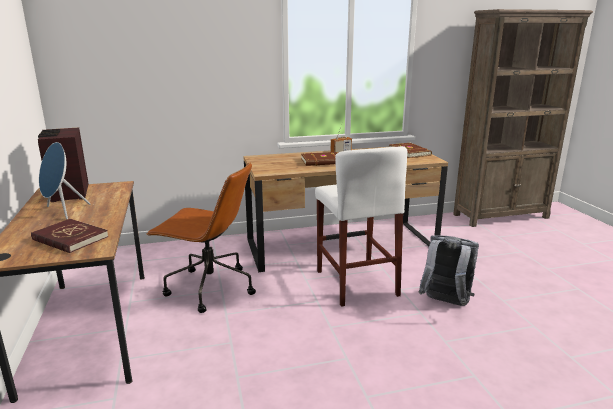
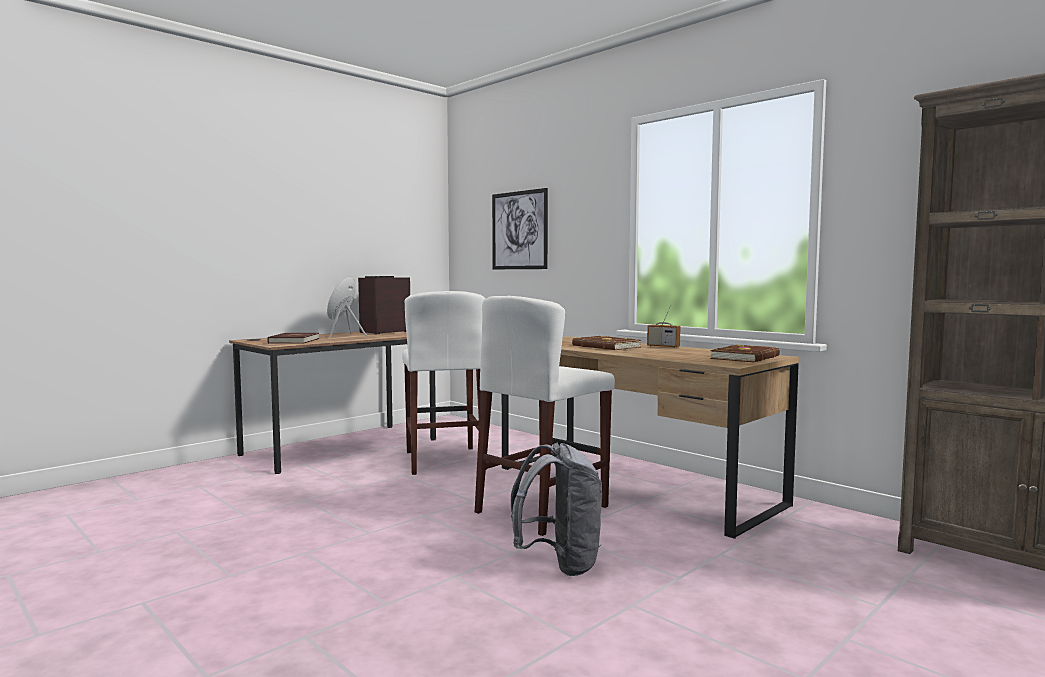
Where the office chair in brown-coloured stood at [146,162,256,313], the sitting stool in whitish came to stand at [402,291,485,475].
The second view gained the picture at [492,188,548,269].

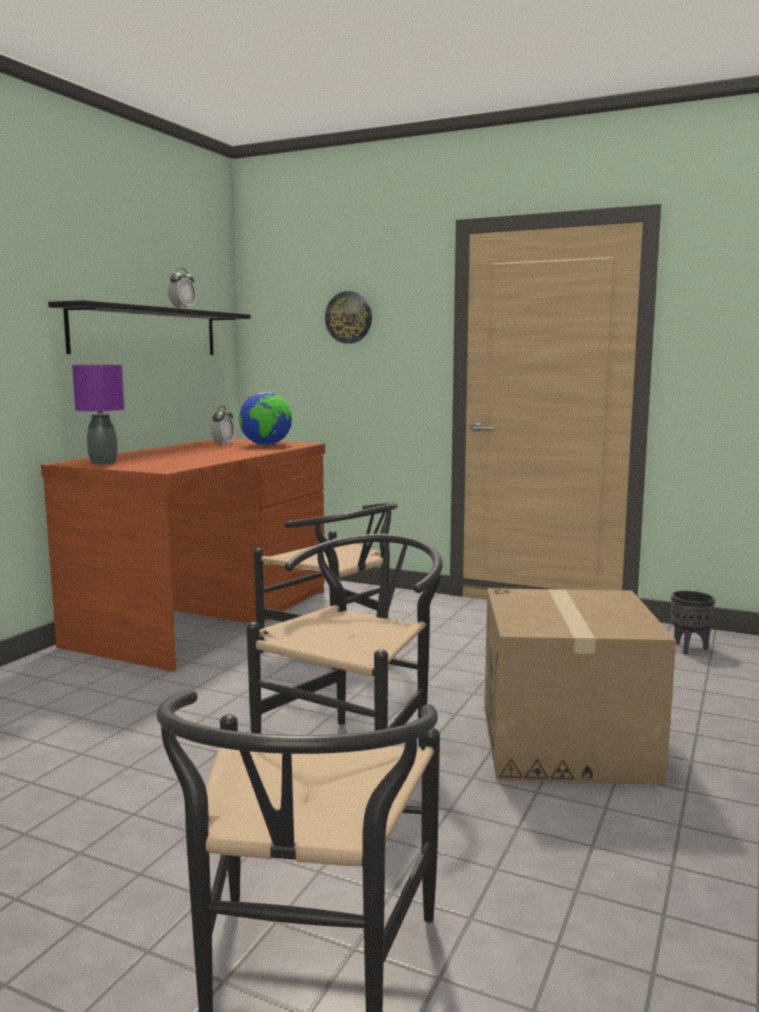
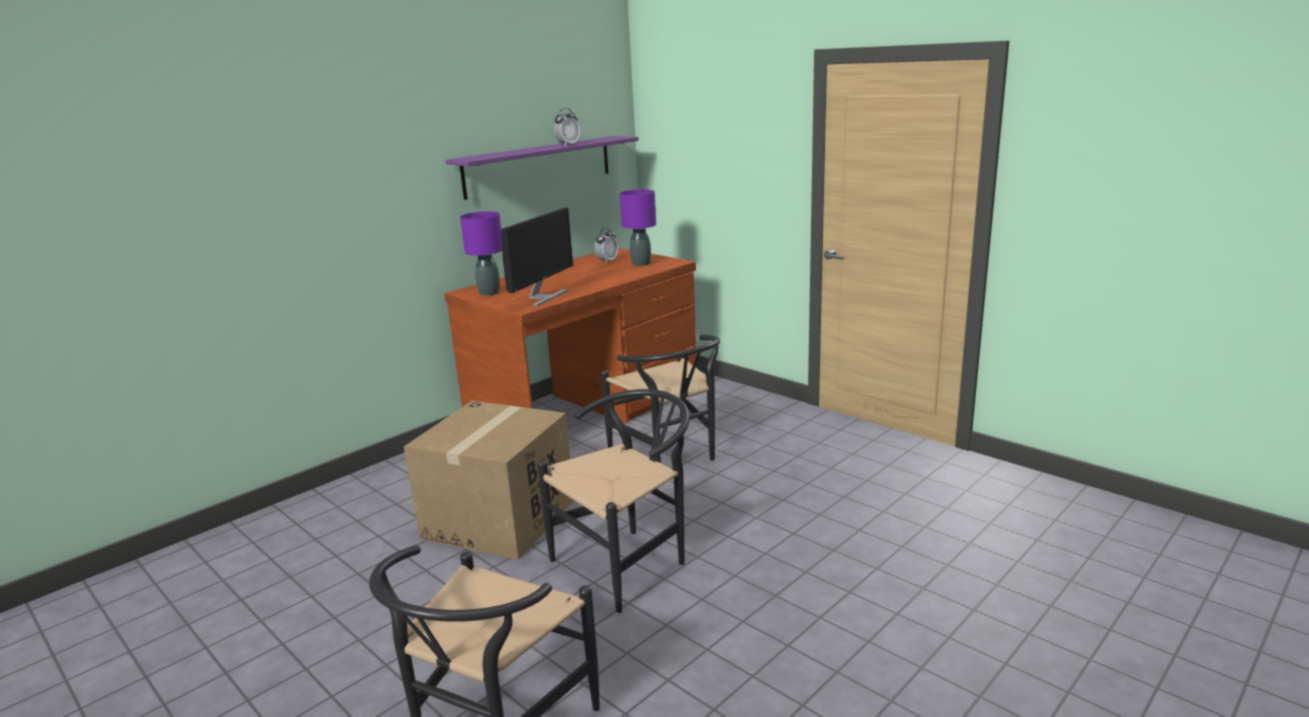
The cardboard box ended up elsewhere, having gone from [484,588,676,785] to [404,401,574,560].
What was the bracket shelf in black at [48,300,251,355] turned into the bracket shelf in purple-coloured at [445,136,639,200].
The second view gained the monitor at [501,208,573,306].
Where the world globe stood at [239,392,292,445], the lamp for a table in purple-coloured came to stand at [620,190,656,266].
The second view lost the wall clock at [325,291,372,344].
The second view lost the flower pot in black at [671,591,715,655].

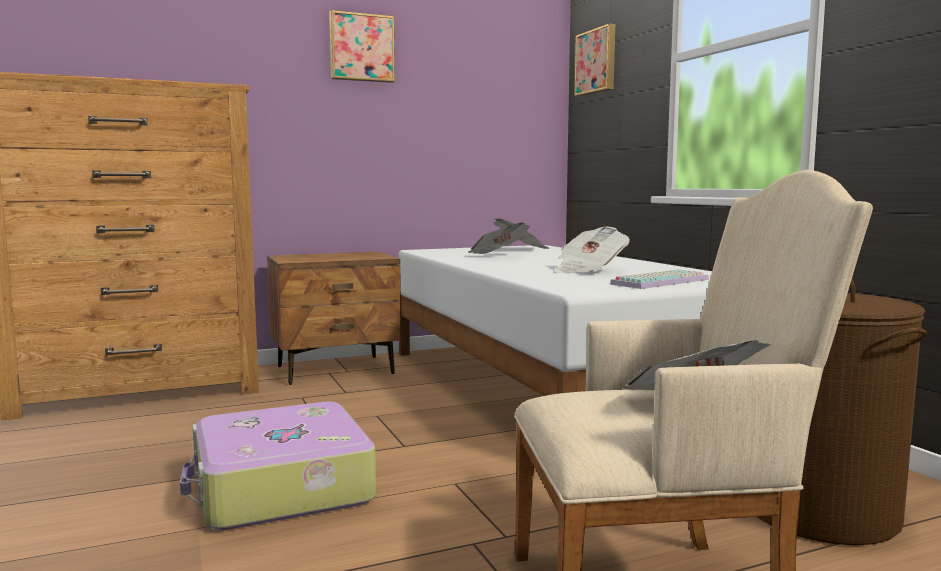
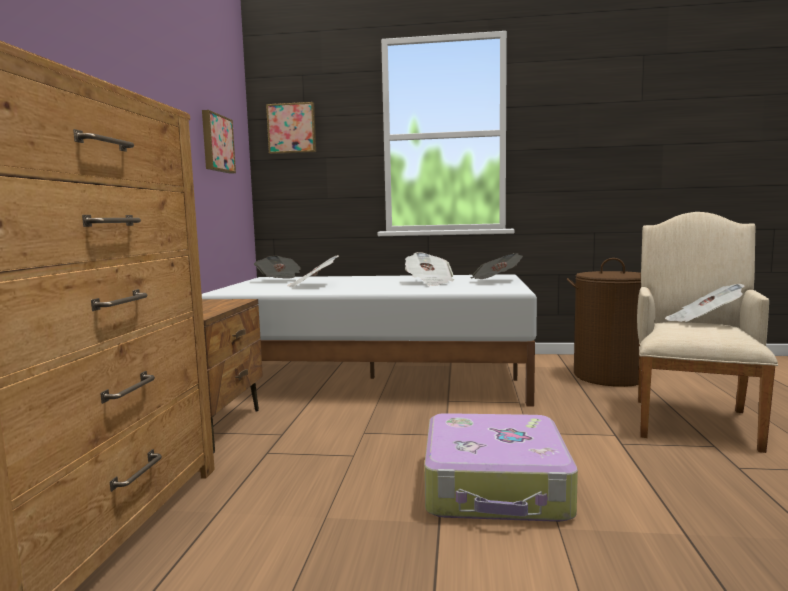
The picture ended up elsewhere, having gone from [329,10,395,83] to [202,110,236,174].
Where the keyboard stood at [610,269,709,289], the newspaper came to stand at [471,253,523,279].

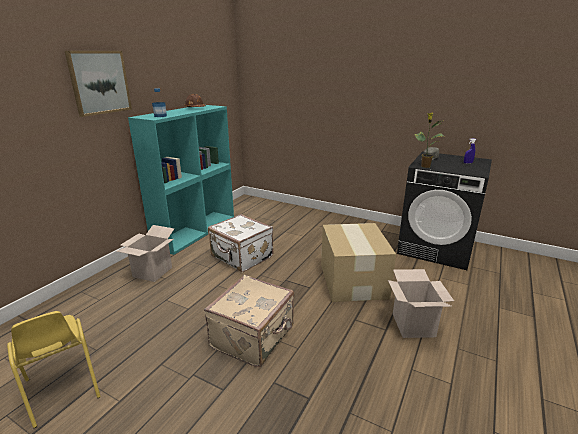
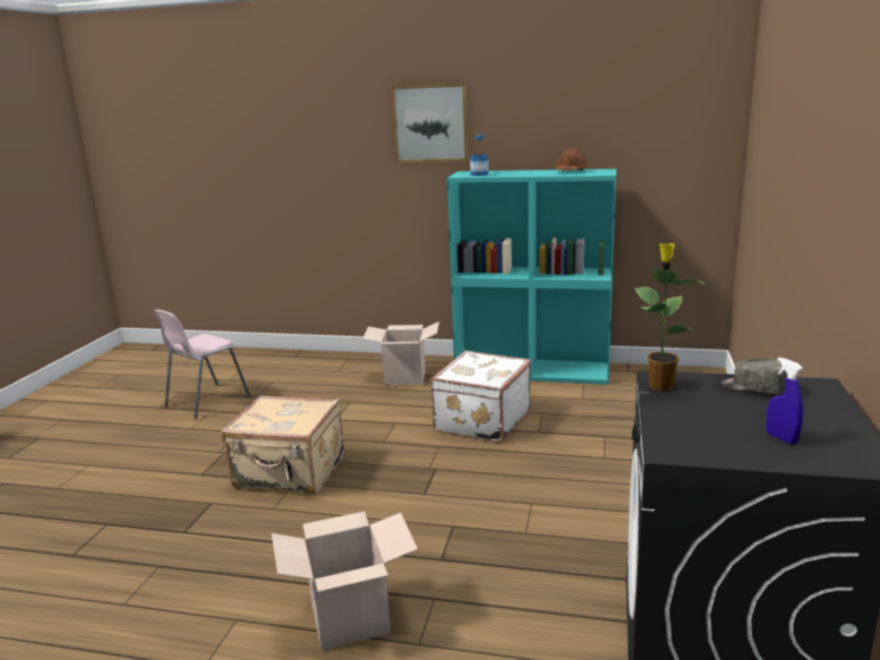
What was the plain chair in yellow-coloured at [7,311,101,428] turned into the plain chair in pink-coloured at [154,309,250,419].
The second view lost the cardboard box at [321,223,396,302].

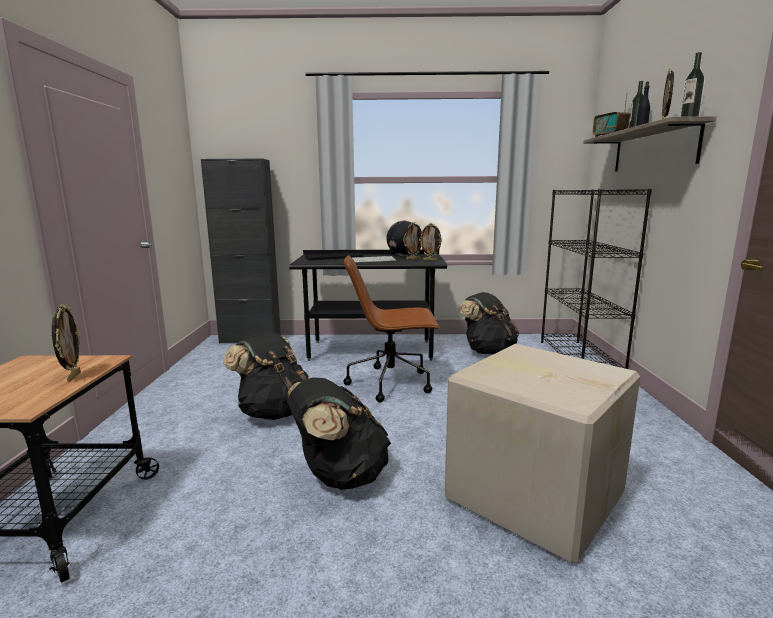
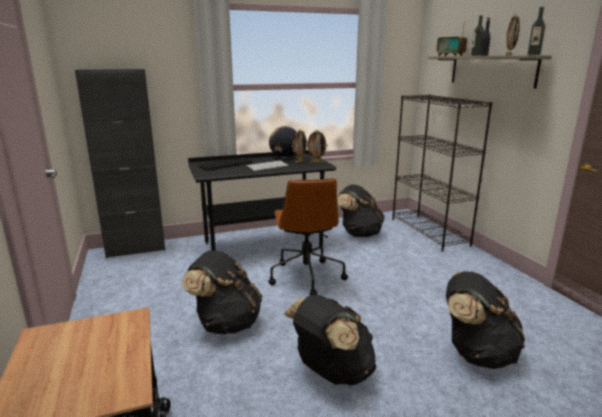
The office chair in brown-coloured at [343,255,440,402] ended up facing another way, 75 degrees counterclockwise from before.
Where the cardboard box stood at [445,344,640,564], the knapsack in black came to stand at [446,271,525,369].
The second view lost the picture frame at [52,304,81,382].

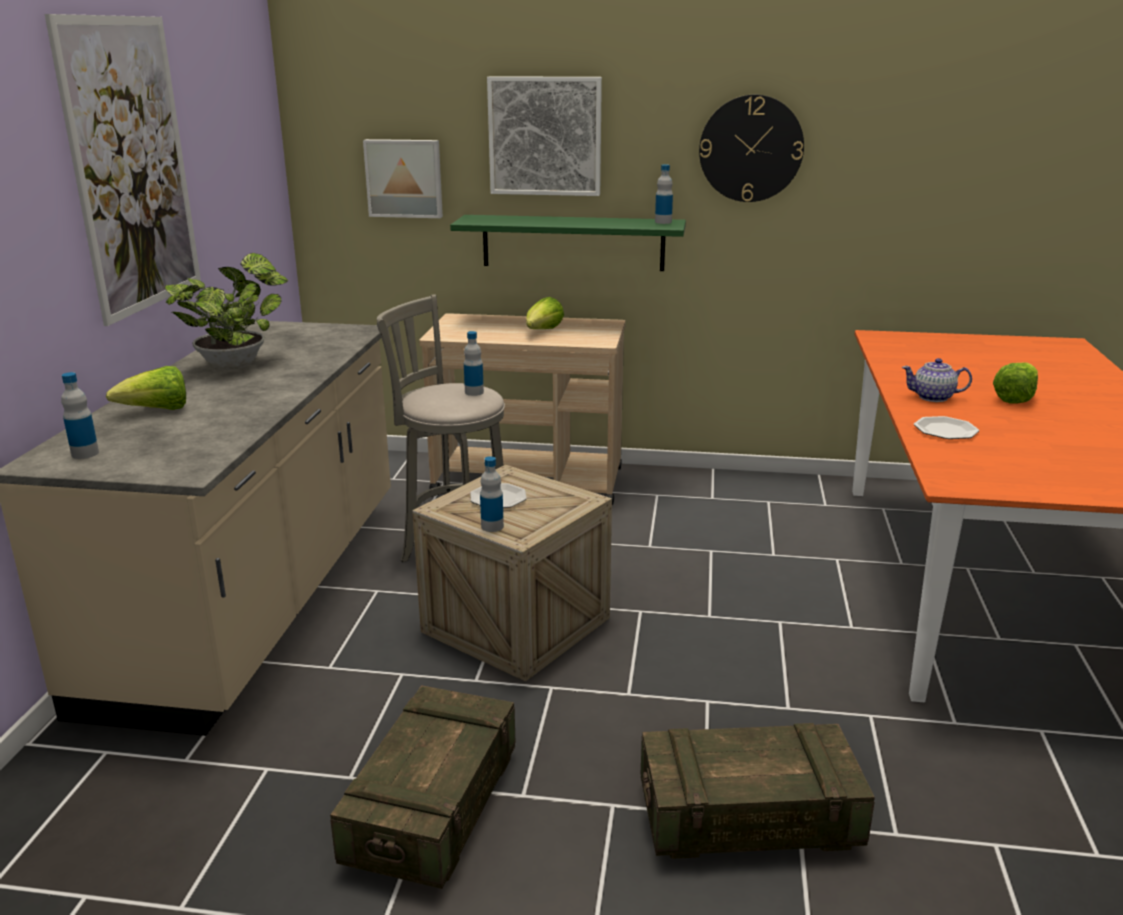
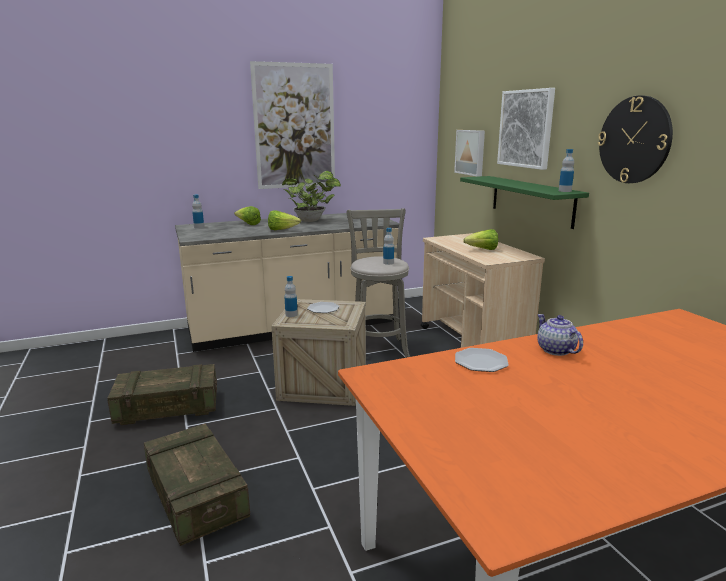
The lettuce head ended up elsewhere, having gone from [993,363,1038,404] to [268,210,301,230].

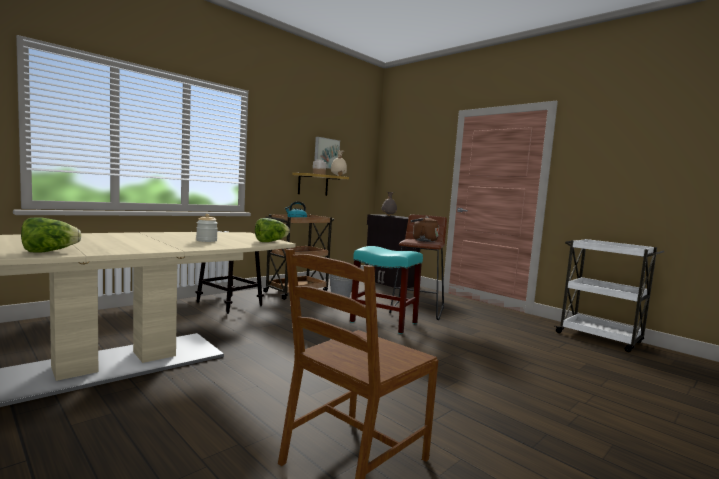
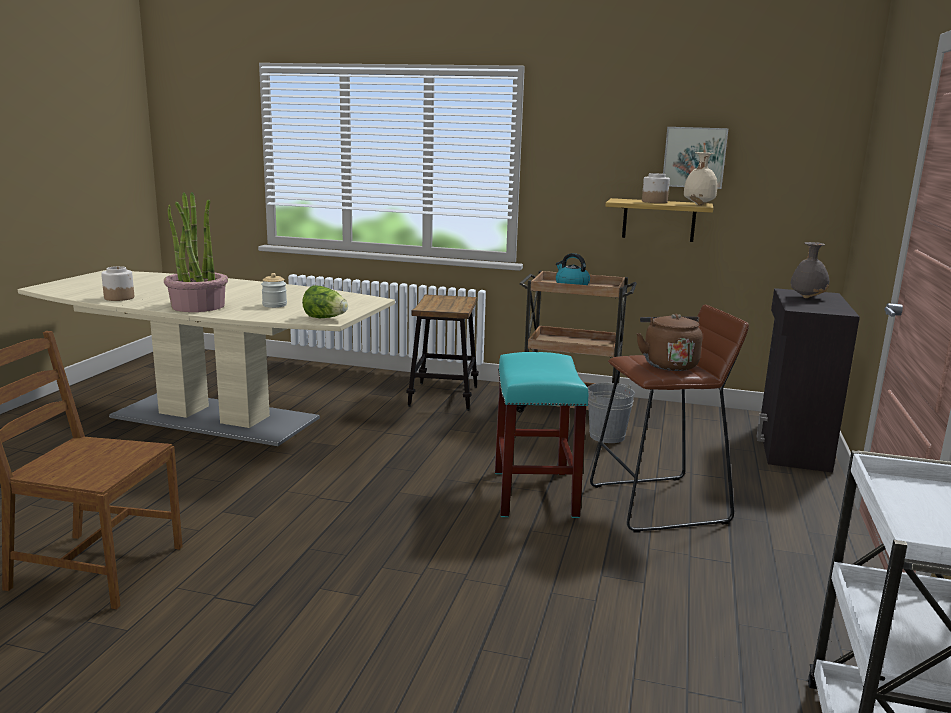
Where the lettuce head stood at [21,217,82,253], the preserve jar came to stand at [101,266,134,301].
The second view gained the houseplant at [164,192,228,312].

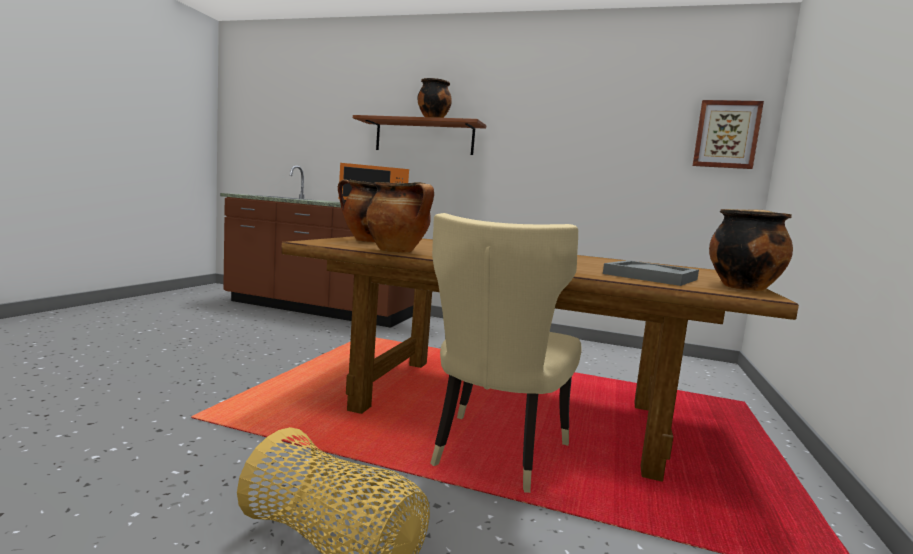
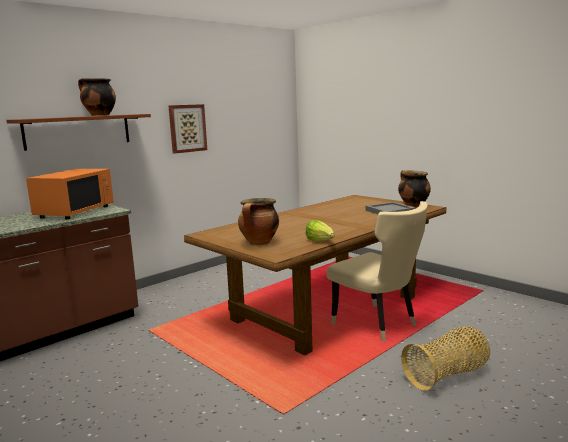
The picture ended up elsewhere, having gone from [693,100,764,169] to [168,104,207,154].
Where the cooking pot stood at [366,182,434,253], the lettuce head came to stand at [306,220,335,241].

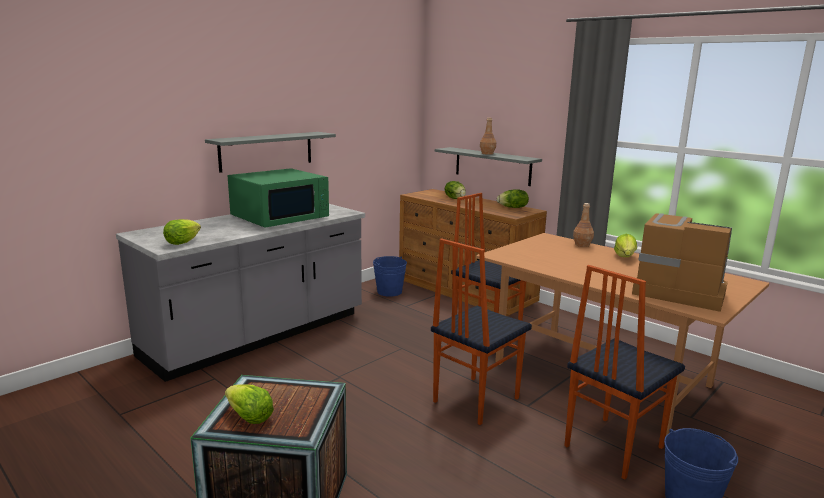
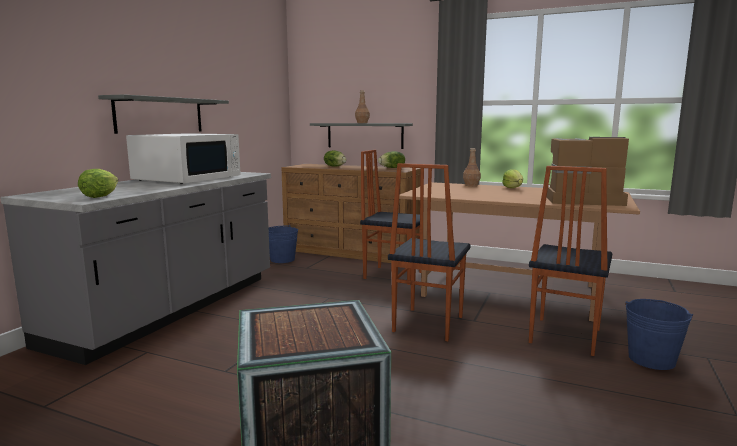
What was the kitchen microwave in greenish at [228,168,329,228] turned into the kitchen microwave in whitish at [126,133,240,184].
The second view lost the lettuce head at [225,384,274,424].

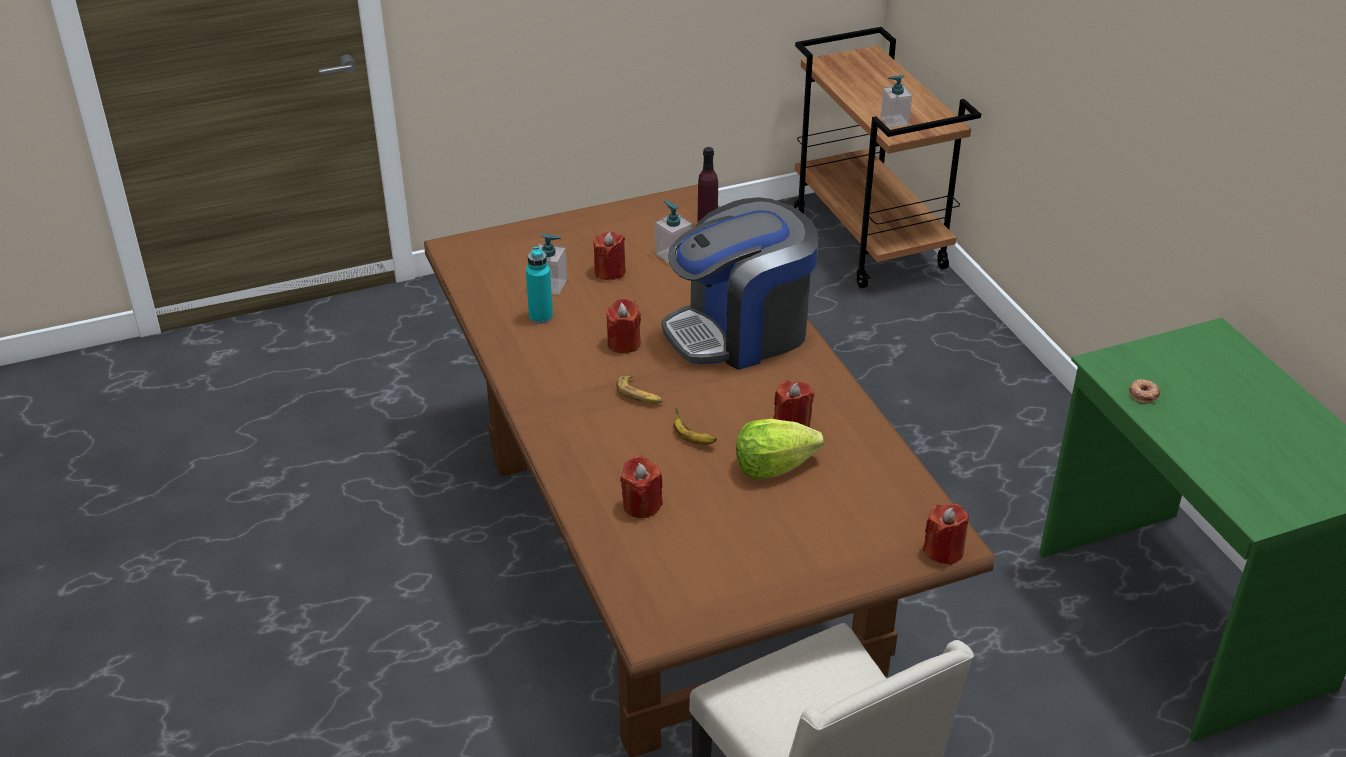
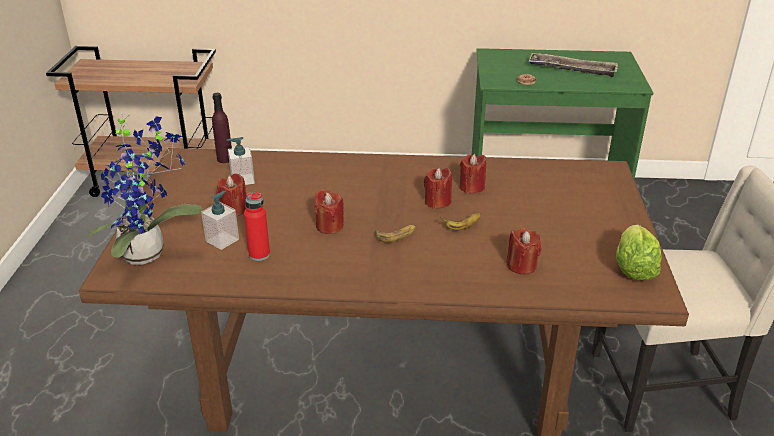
The second view gained the houseplant at [88,113,202,265].
What was the drink bottle in turquoise at [526,246,553,324] turned into the drink bottle in red at [244,192,270,261].
The wax candle in red ended up elsewhere, having gone from [923,504,969,565] to [424,168,452,209].
The second view gained the serving tray at [529,53,618,77].
The lettuce head ended up elsewhere, having gone from [736,419,824,479] to [616,225,662,280].
The second view lost the coffee brewer at [662,197,819,370].
The second view lost the soap bottle at [880,75,912,128].

